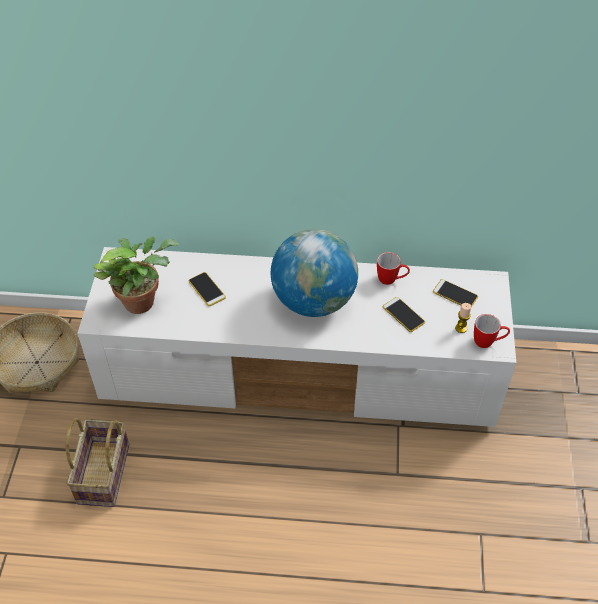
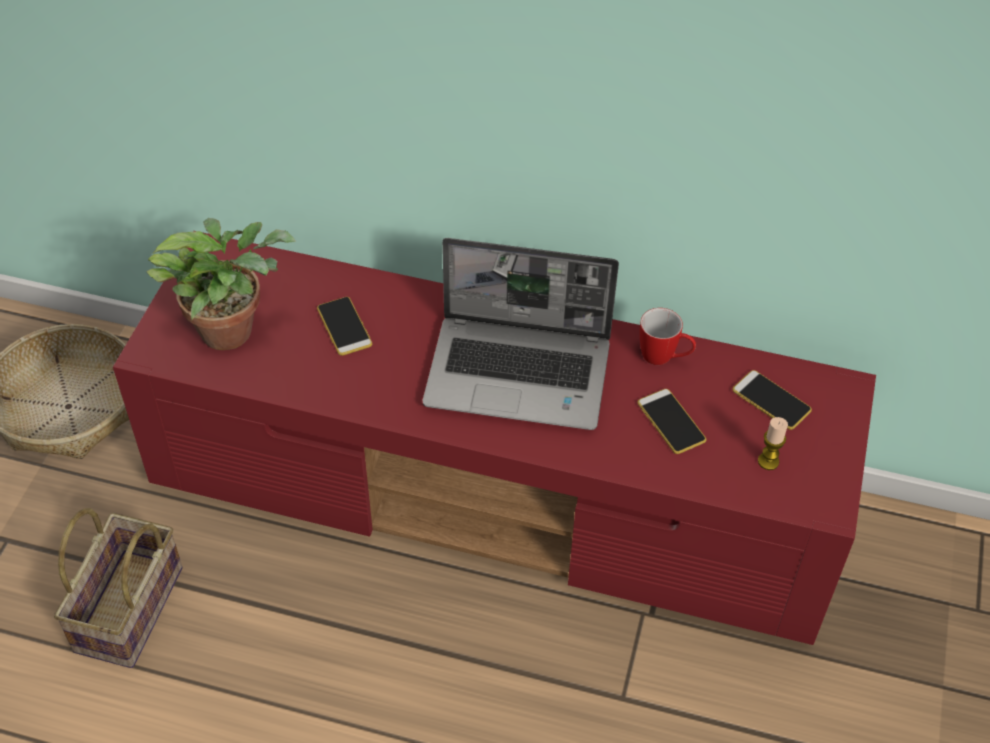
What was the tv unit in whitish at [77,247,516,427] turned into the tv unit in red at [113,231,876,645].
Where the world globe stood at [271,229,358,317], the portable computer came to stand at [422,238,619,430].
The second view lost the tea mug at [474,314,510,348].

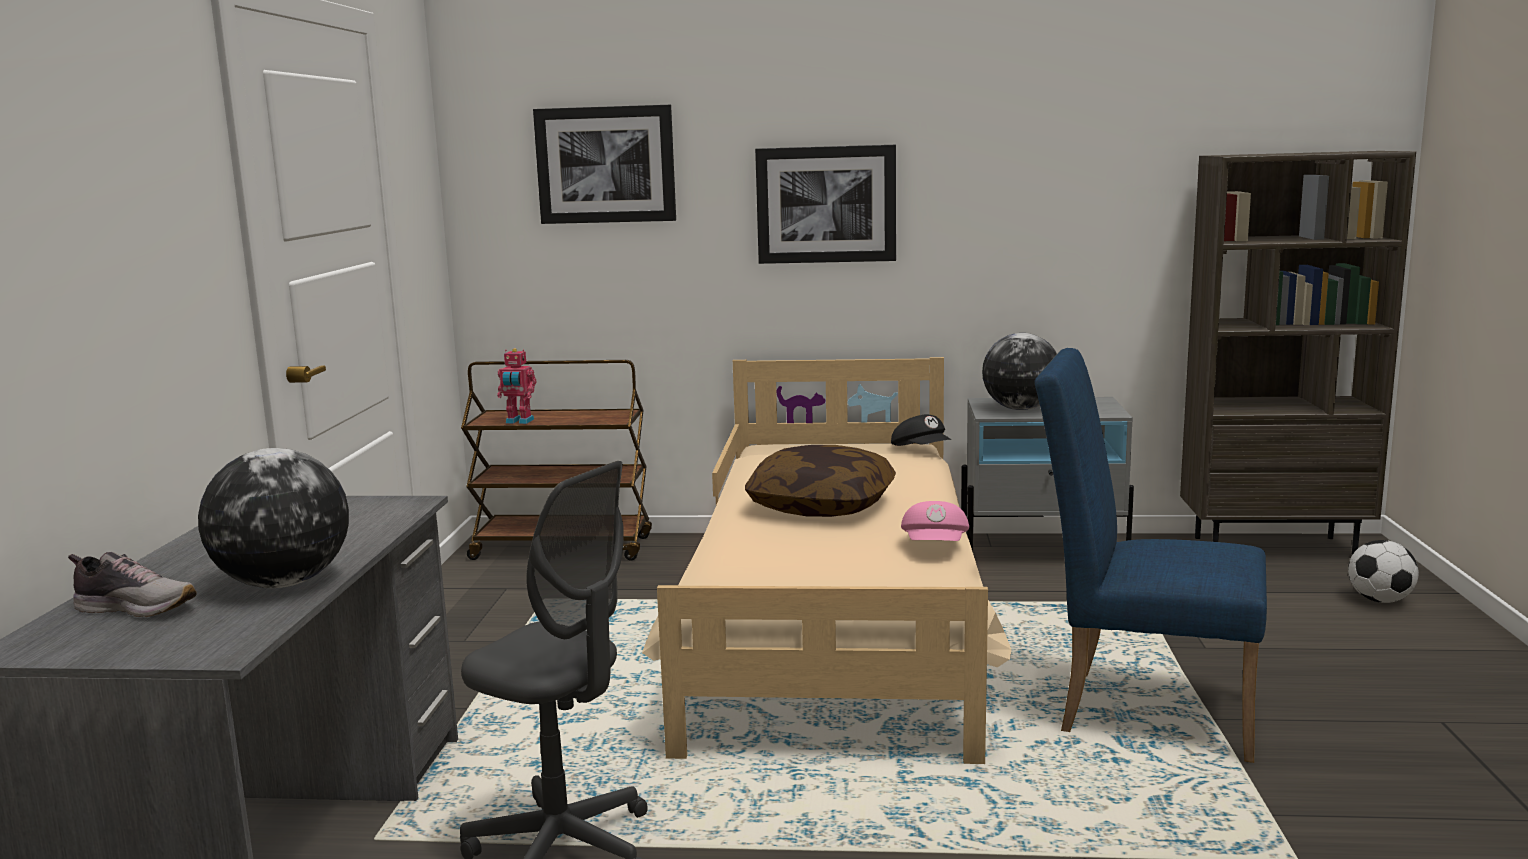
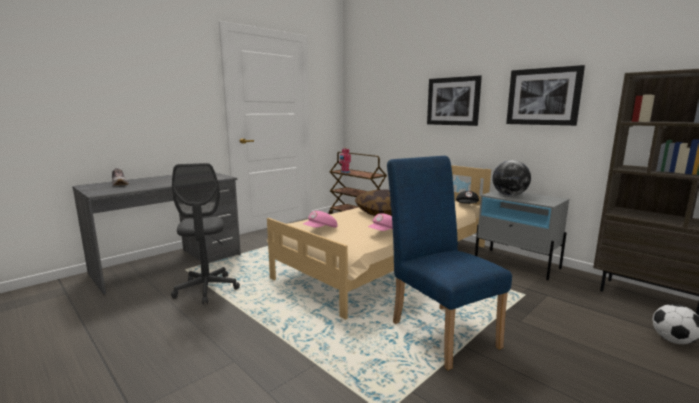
The second view gained the baseball cap in pink-coloured at [303,211,337,228].
The picture ended up elsewhere, having gone from [533,105,676,224] to [506,65,585,126].
The second view lost the world globe at [198,448,349,588].

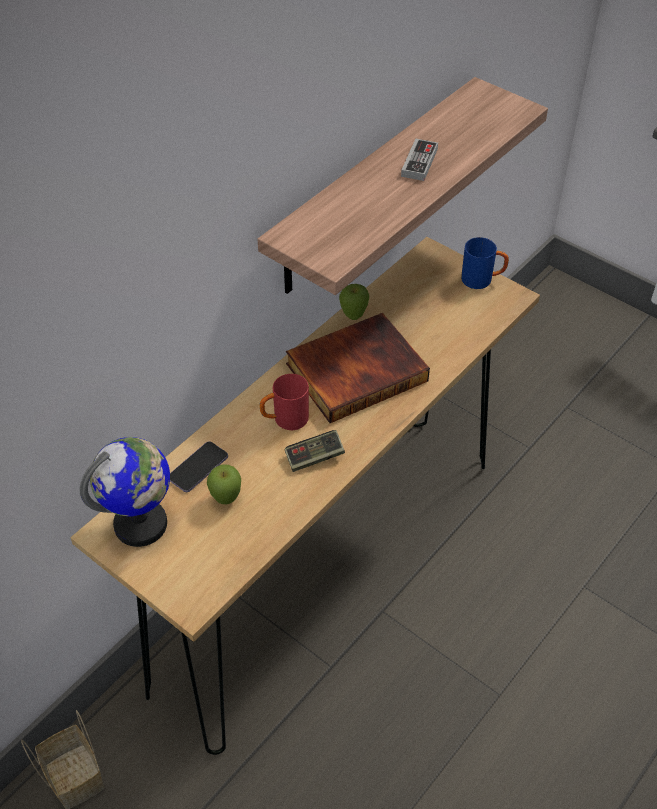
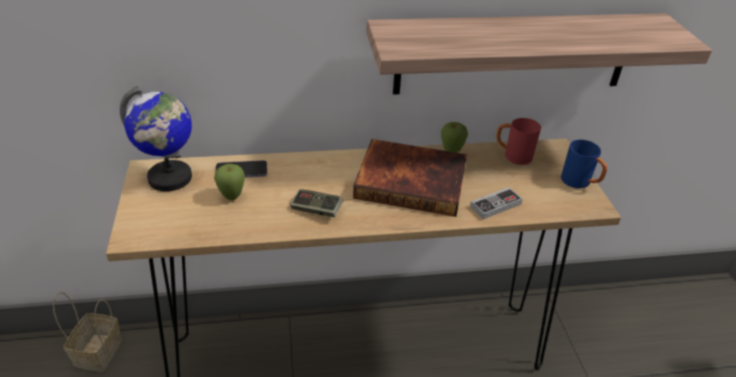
The gamepad ended up elsewhere, having gone from [401,139,438,181] to [470,187,523,219].
The tea mug in red ended up elsewhere, having gone from [260,374,309,430] to [496,118,541,165].

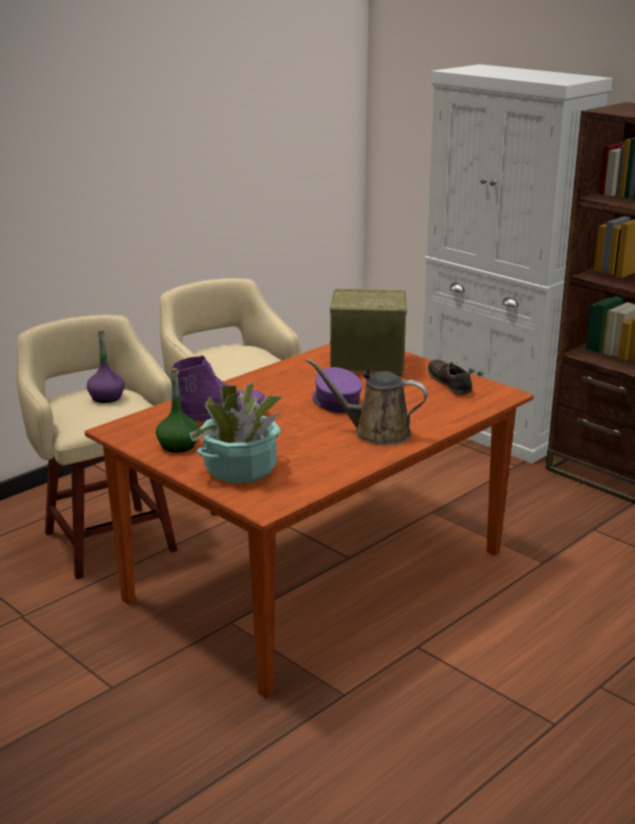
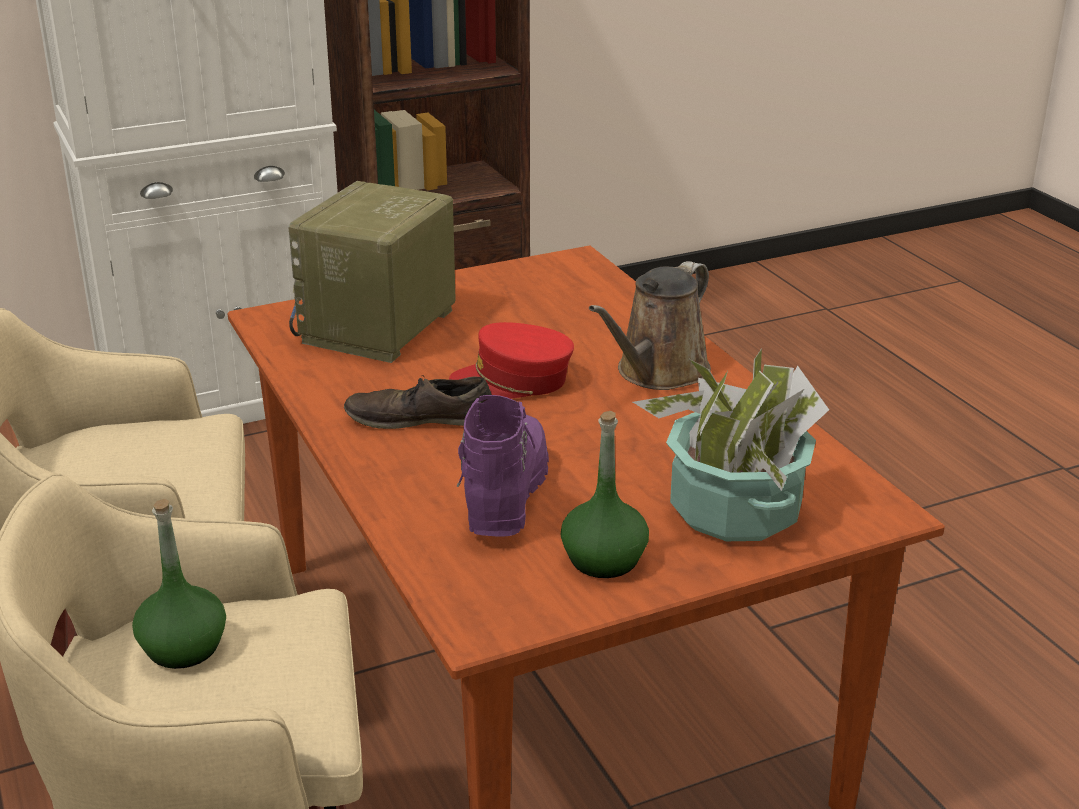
What was the drink bottle in purple-coloured at [87,330,125,403] turned into the drink bottle in greenish at [132,499,226,669].
The shoe in brown-coloured ended up elsewhere, having gone from [428,360,472,395] to [344,375,492,429].
What was the baseball cap in purple-coloured at [312,367,362,413] turned into the baseball cap in red at [449,322,574,399].

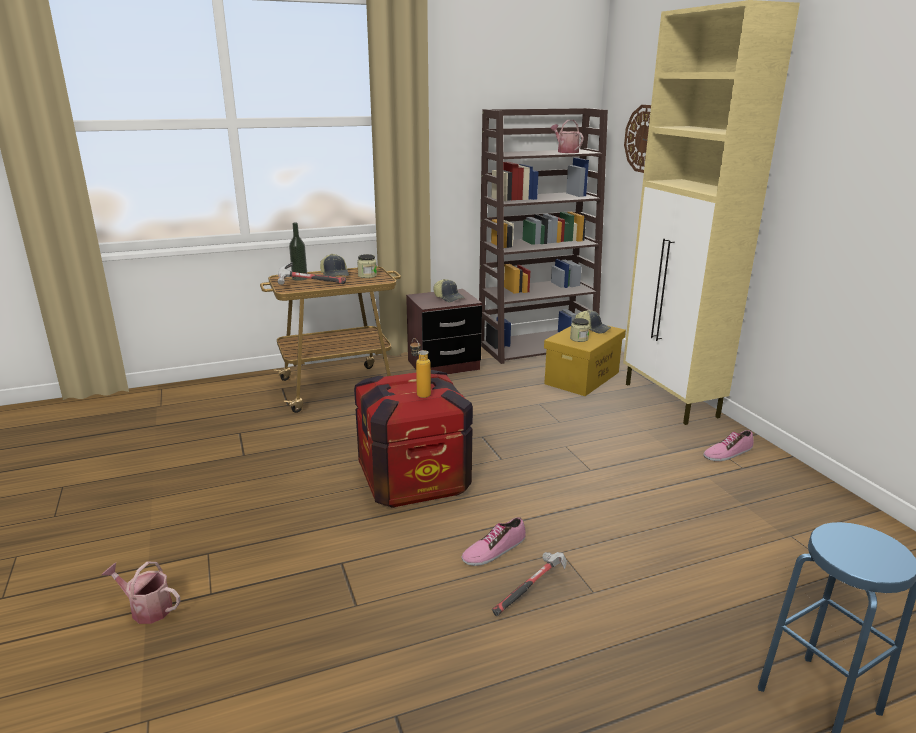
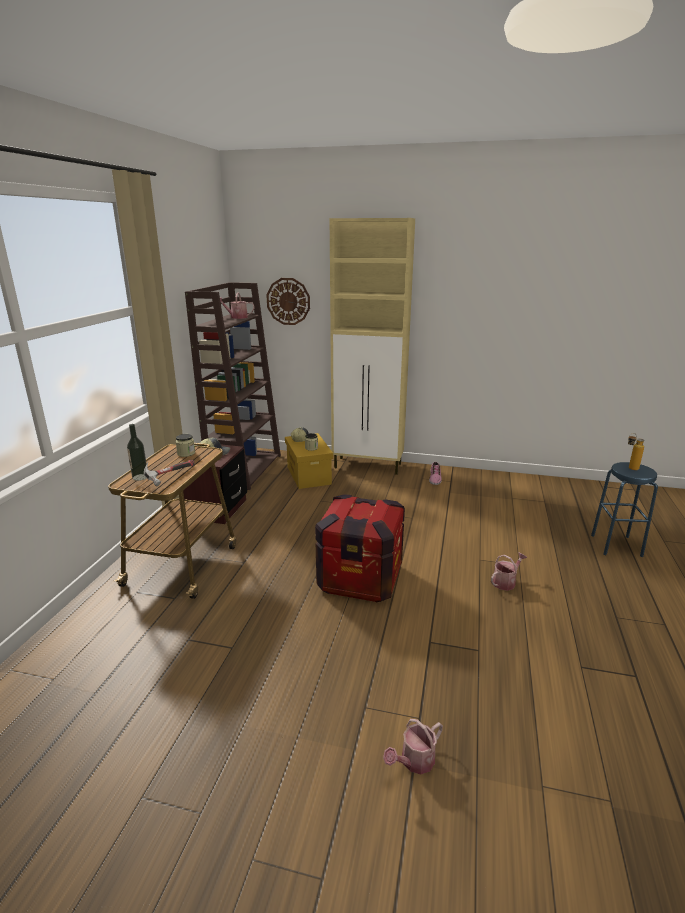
Where the hand hammer stood at [492,552,567,616], the sprinkling can came to stand at [491,552,527,591].
The drink bottle ended up elsewhere, having gone from [410,338,431,398] to [628,433,645,470].
The second view lost the baseball cap at [320,254,349,277].
The second view lost the shoe at [462,517,526,566].

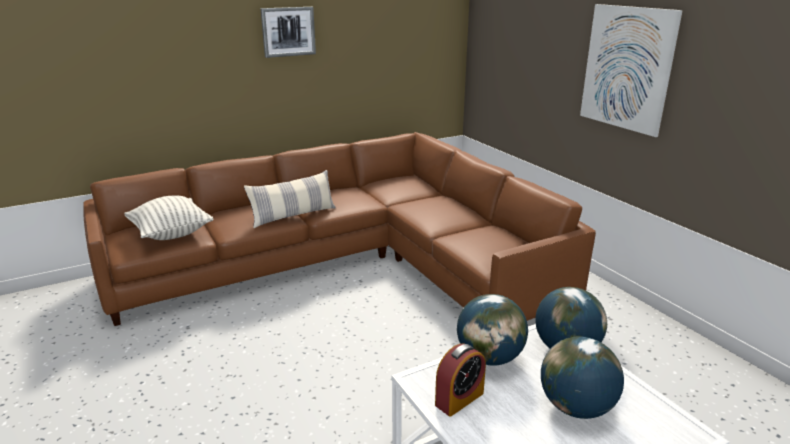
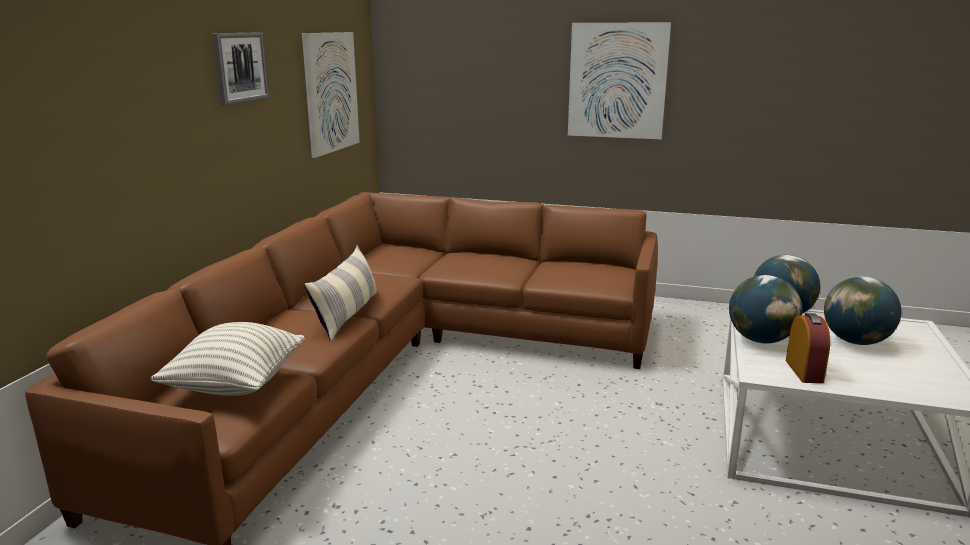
The second view gained the picture at [302,32,360,158].

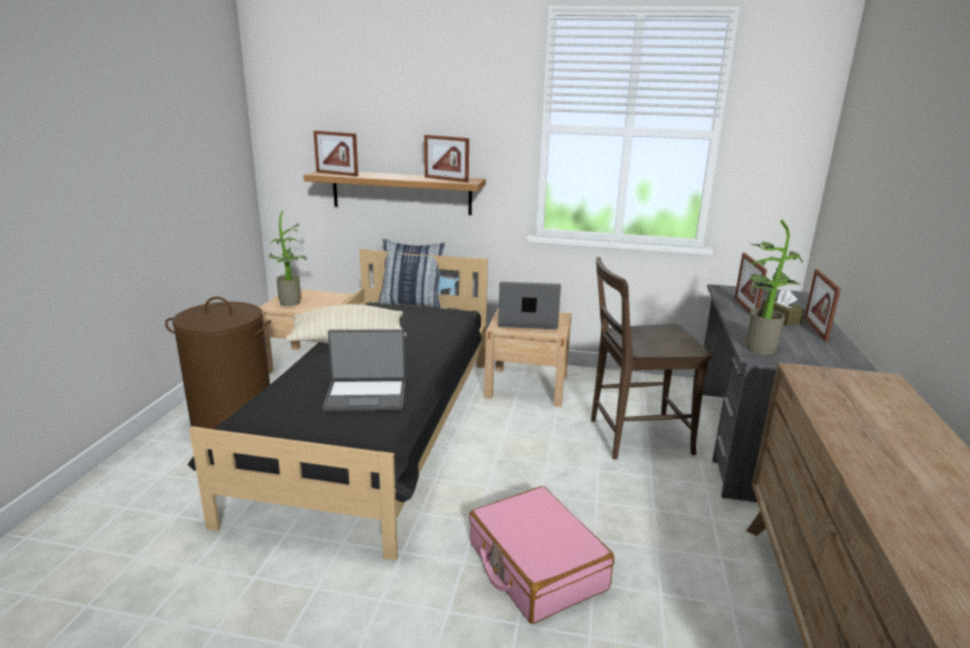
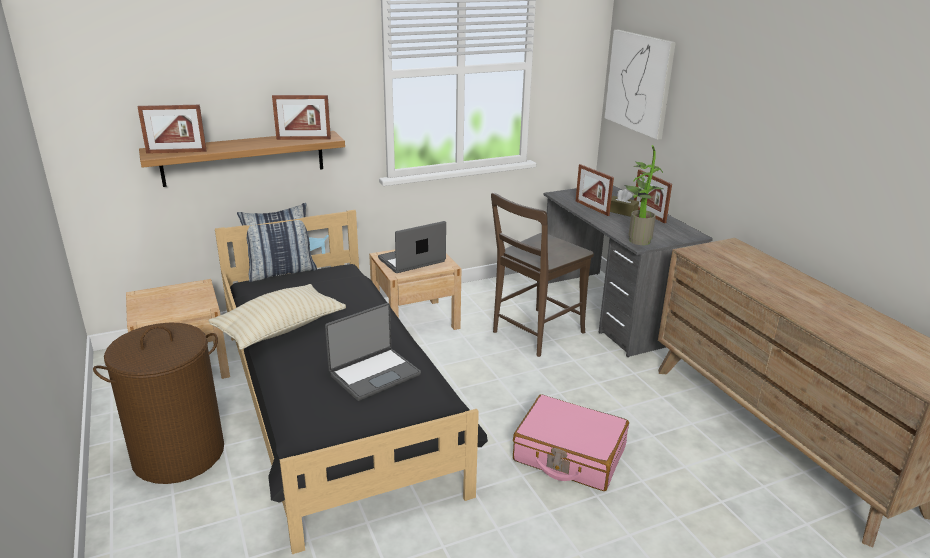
The second view gained the picture at [605,30,676,140].
The second view lost the houseplant at [269,211,307,306].

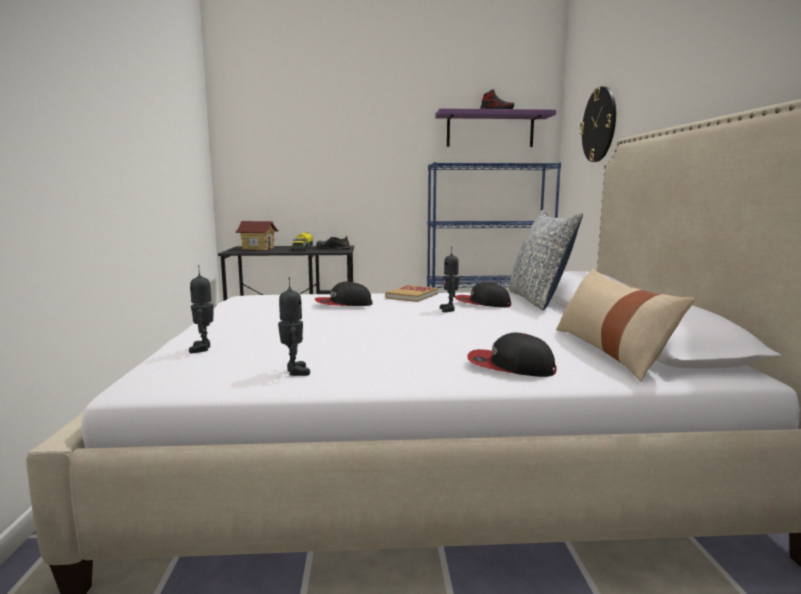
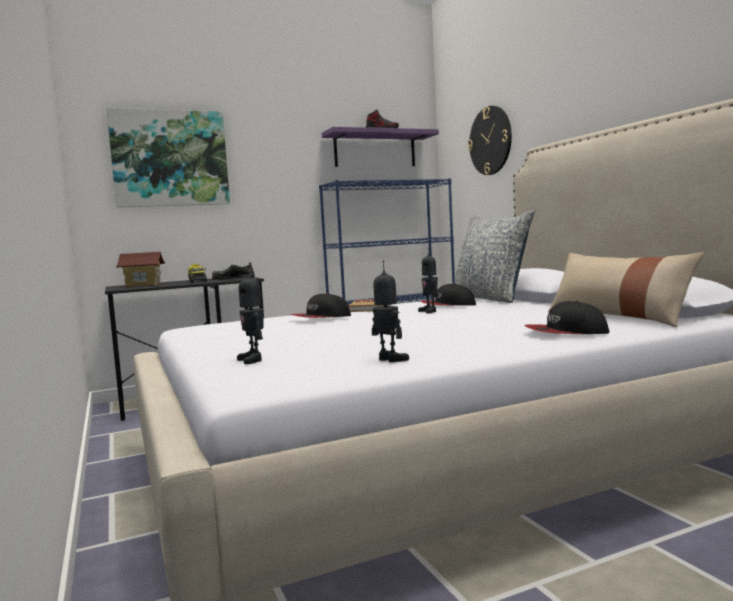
The second view gained the picture at [106,108,230,207].

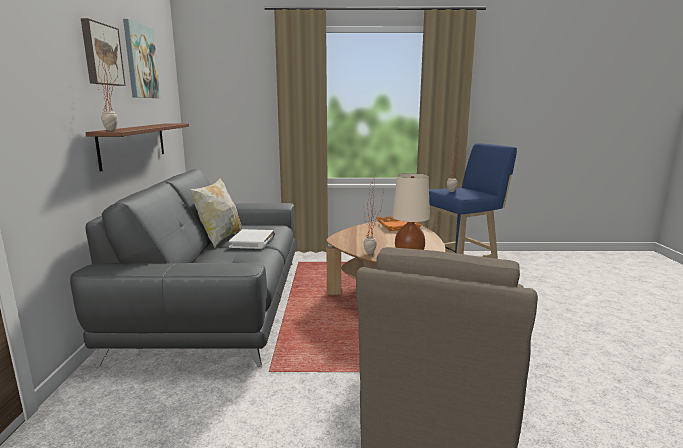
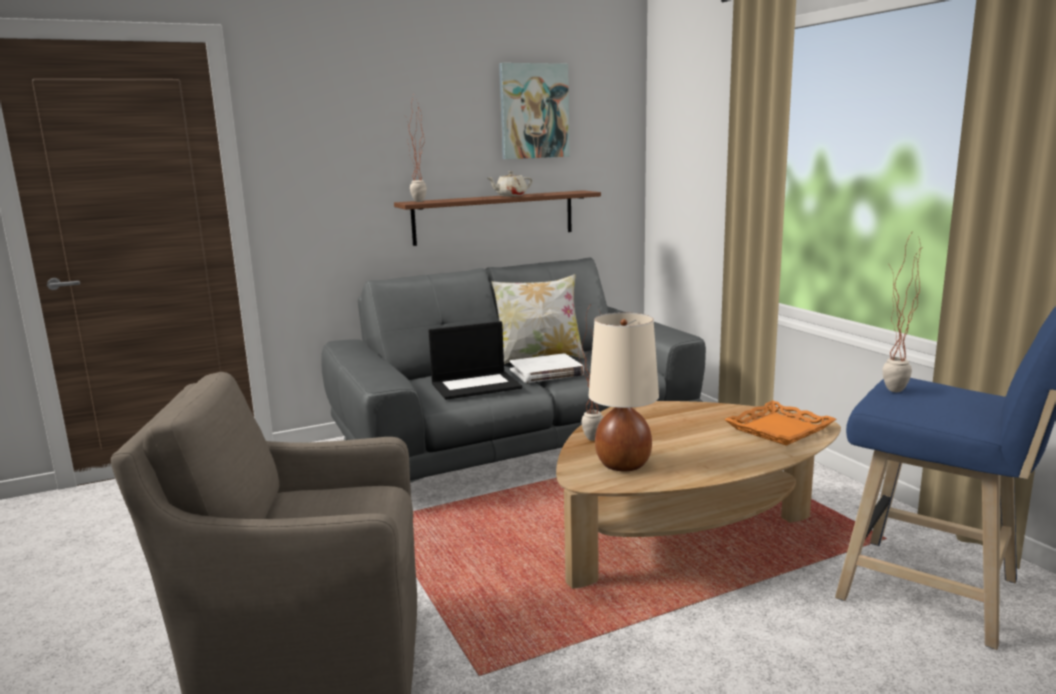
The second view gained the portable computer at [428,321,522,400].
The second view gained the tea pot in beige-coloured at [488,171,533,196].
The second view lost the picture at [81,18,126,86].

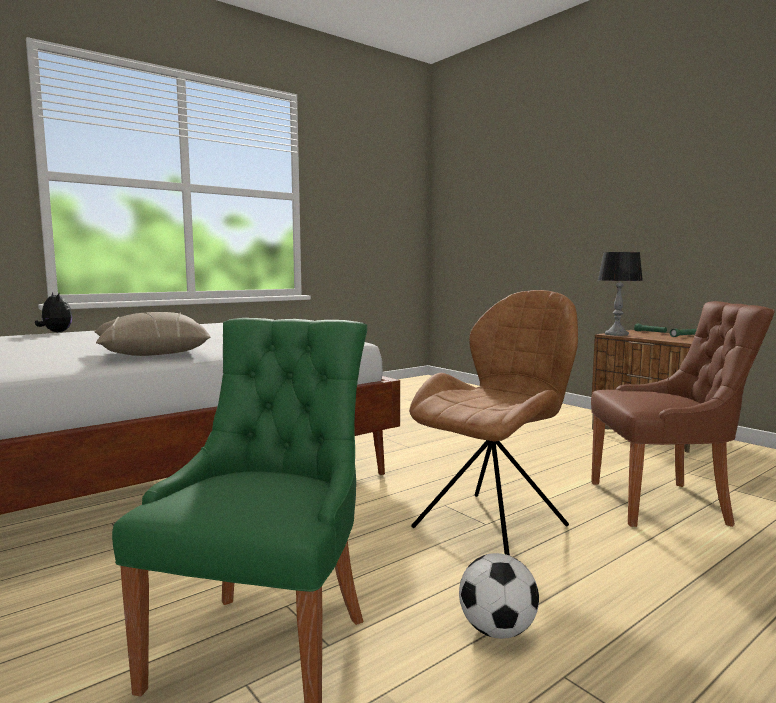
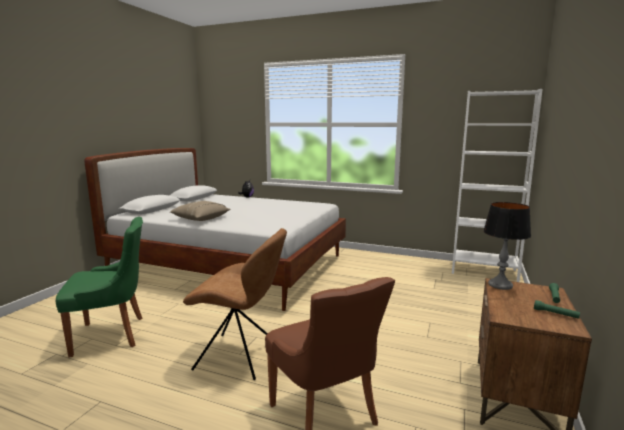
The second view gained the bookshelf in whitish at [452,89,543,282].
The second view lost the ball for football at [459,553,539,639].

